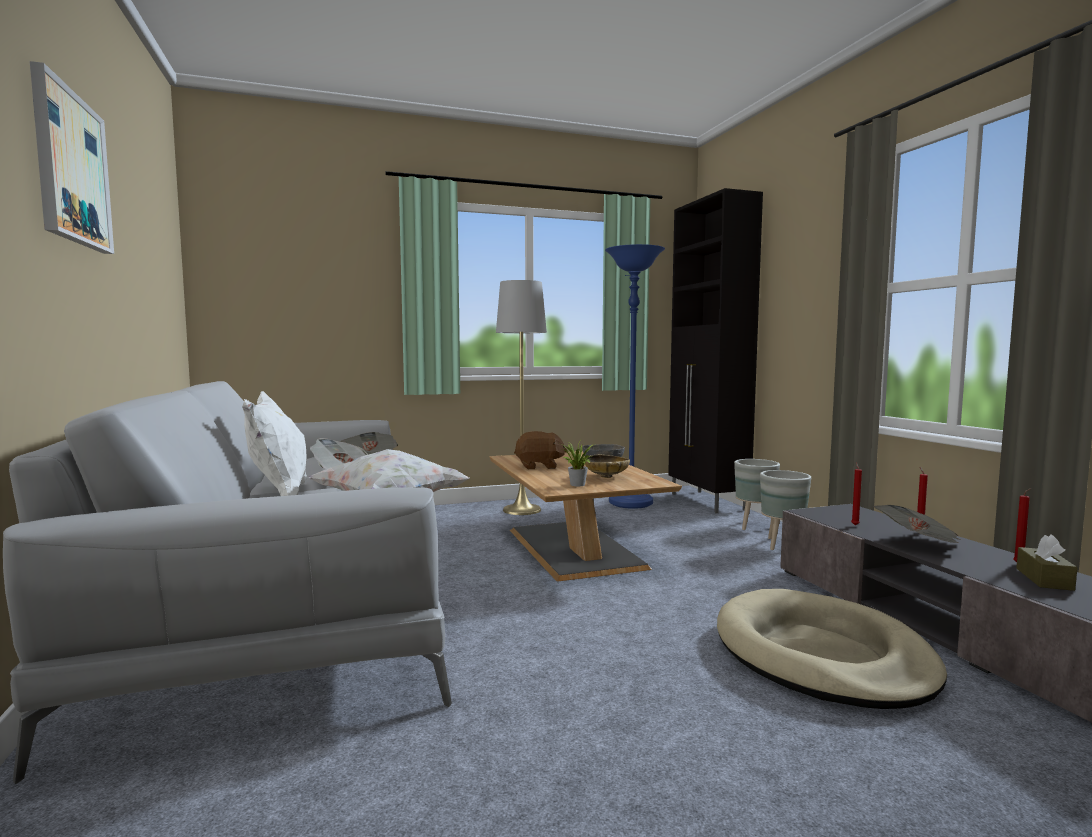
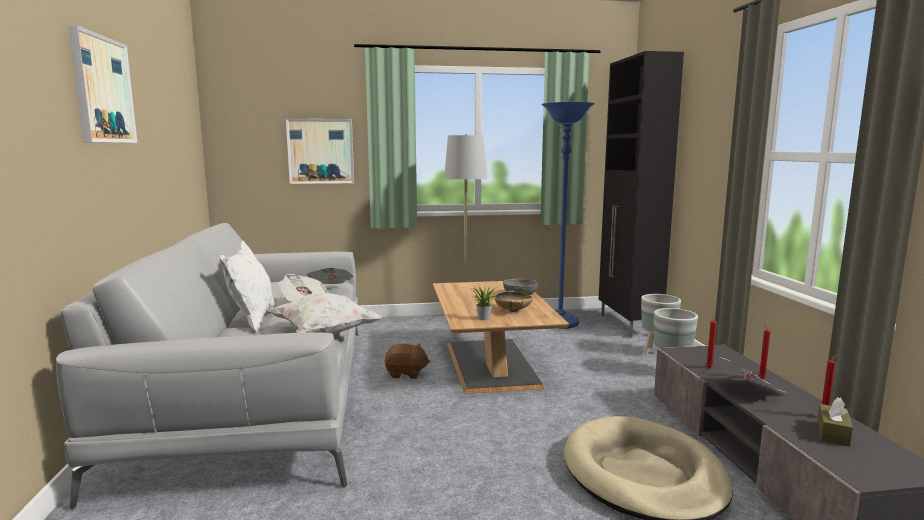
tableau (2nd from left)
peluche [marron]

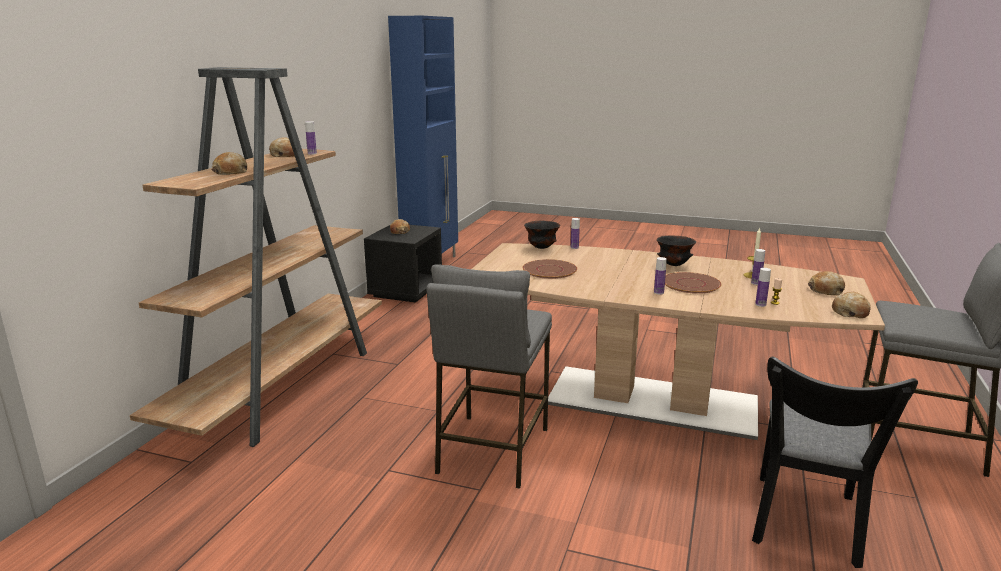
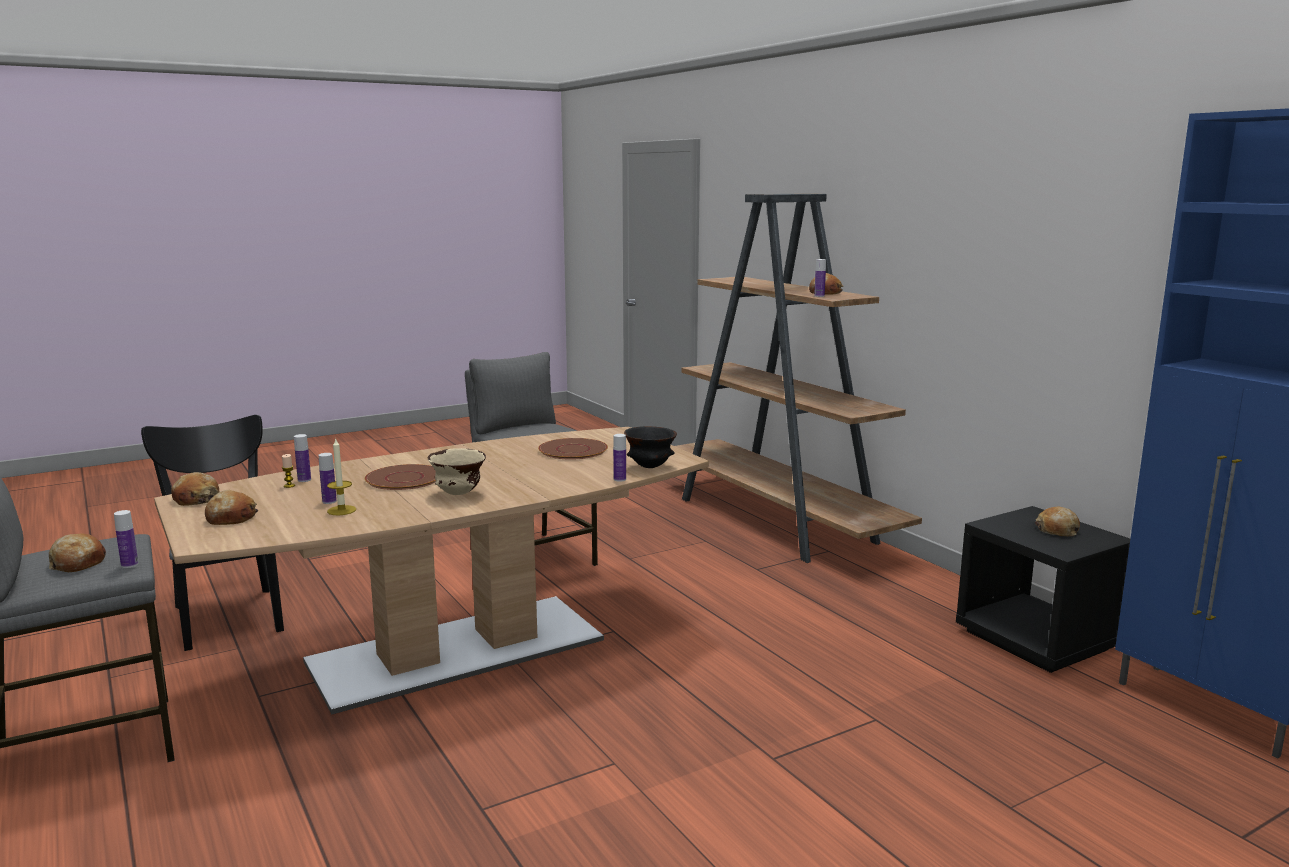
pain (1st from left)
bouteille (1st from left)
bol [beige]

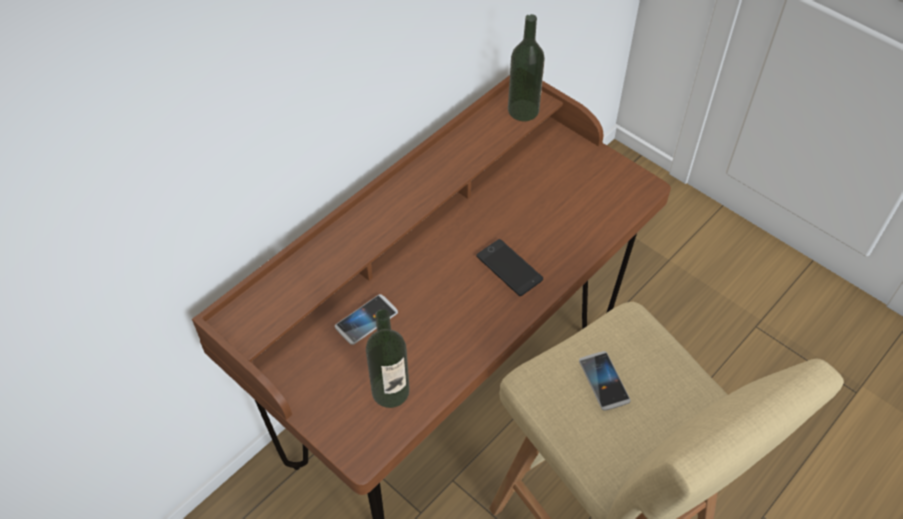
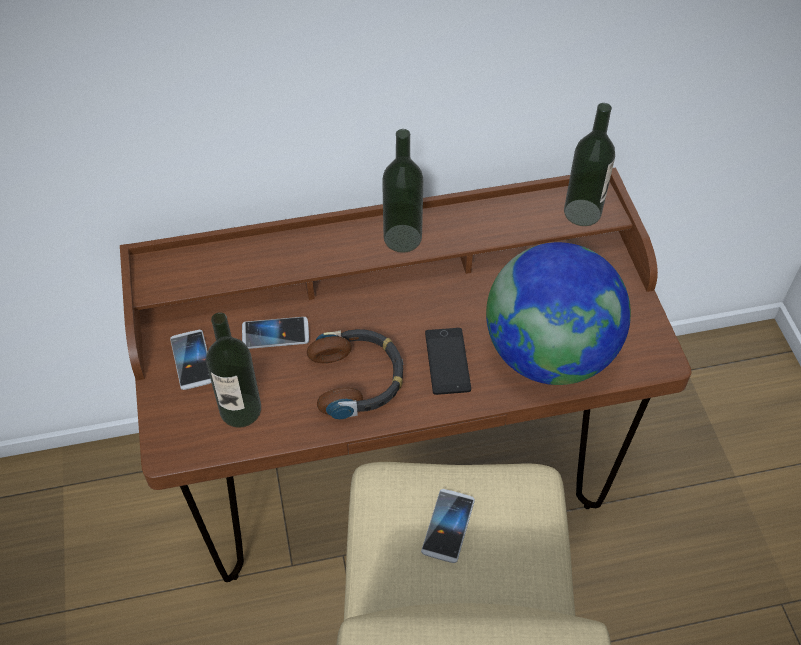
téléphone (1st from left)
casque audio
bouteille (2nd from left)
globe

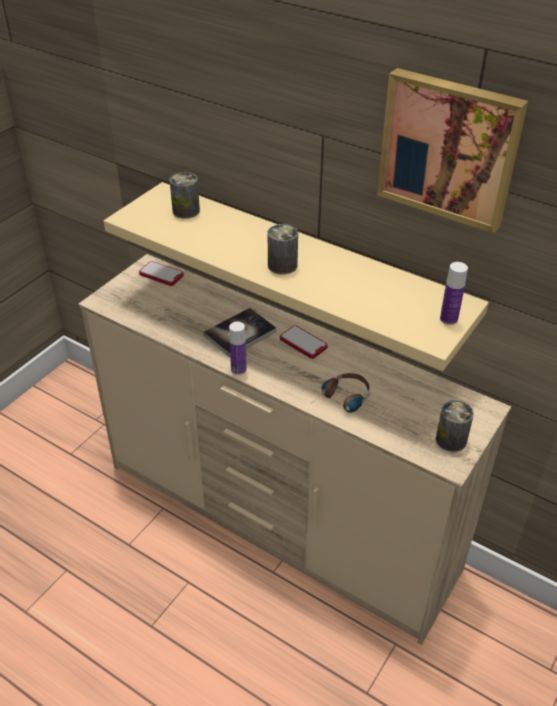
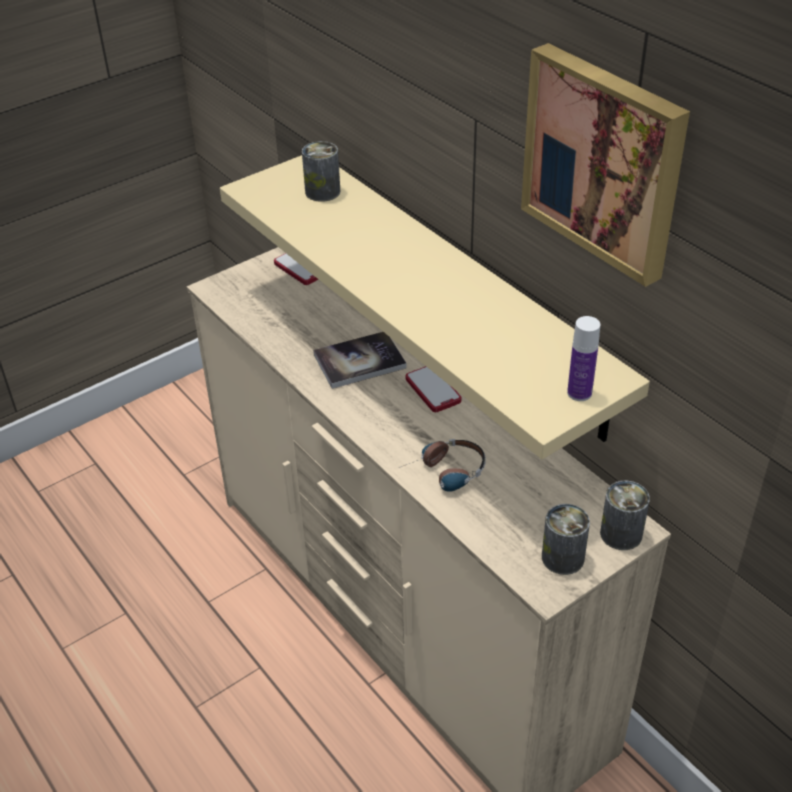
bouteille (1st from left in the first image)
boîte métallique (3rd from left)

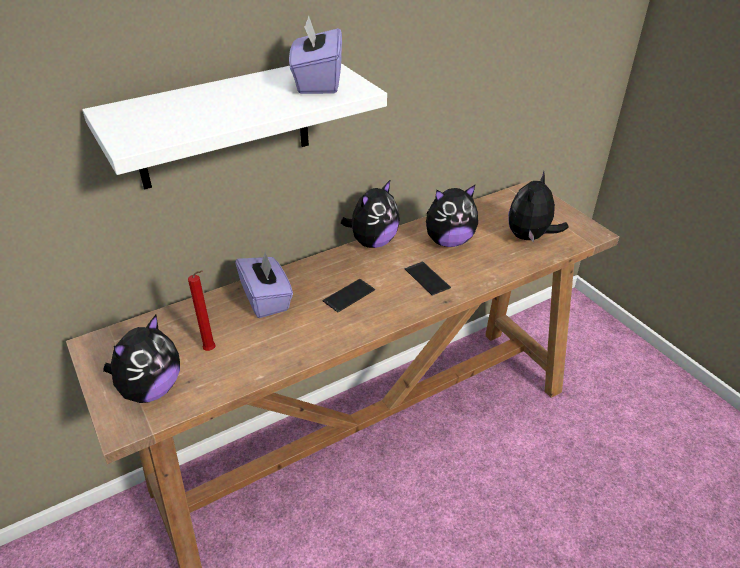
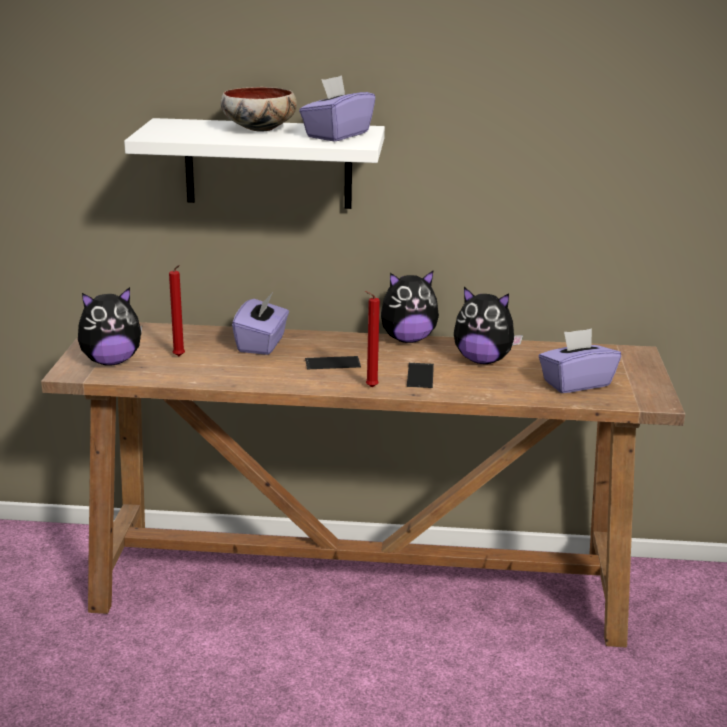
bol
bougie [rouge] (2nd from left)
boîte à mouchoirs [violet] (3rd from left)

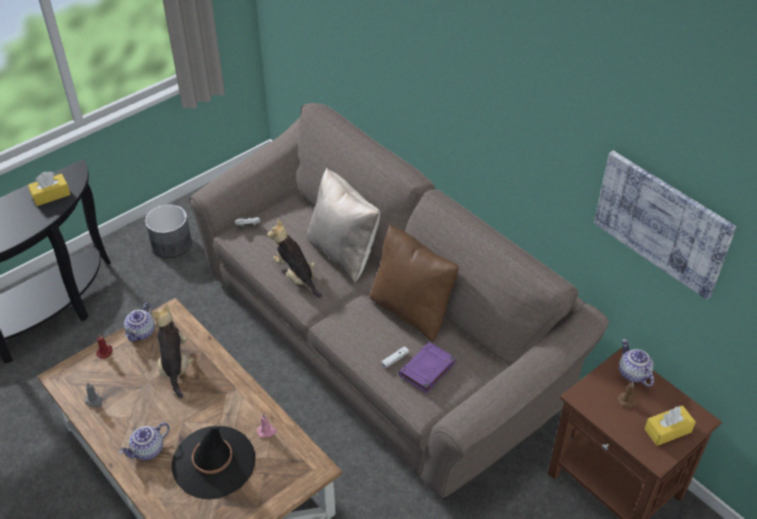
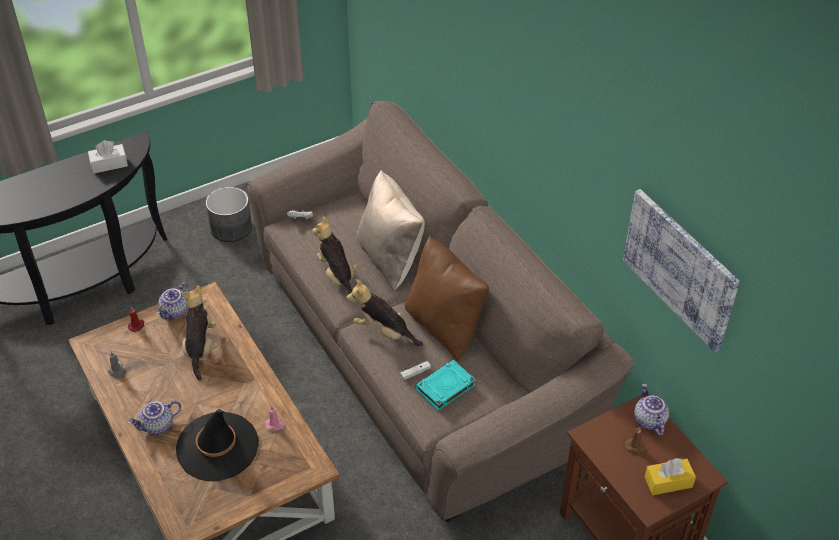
peluche (3rd from left)
boîte à mouchoirs [blanc]
livre [turquoise]

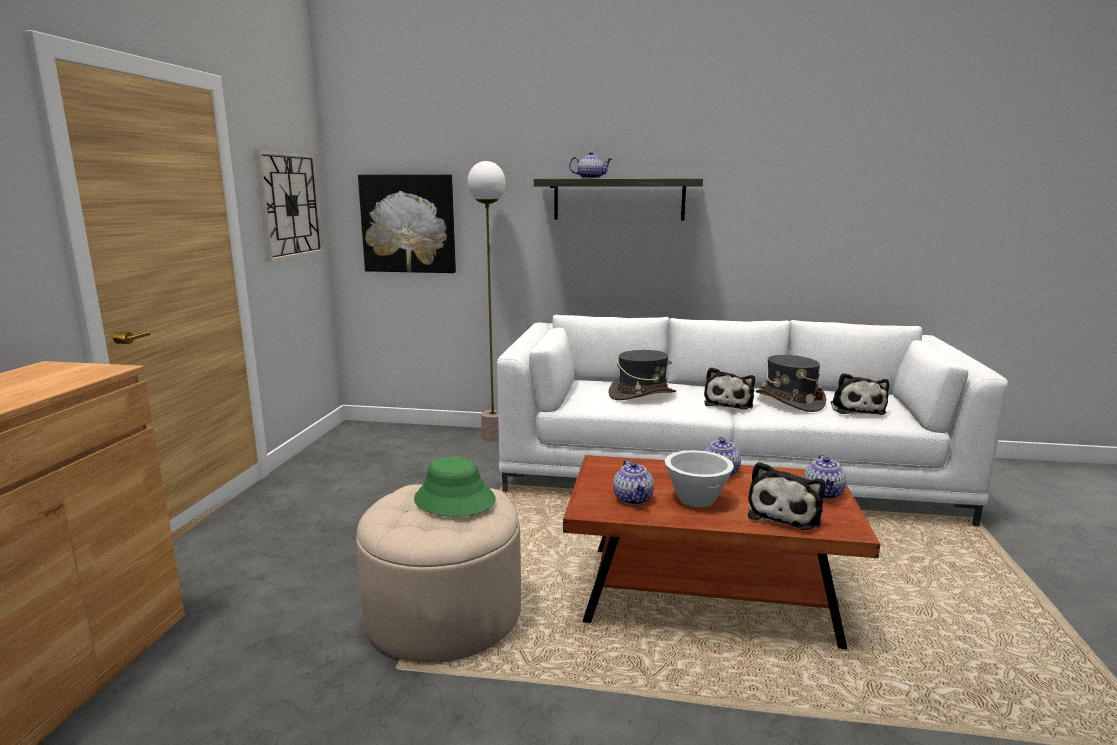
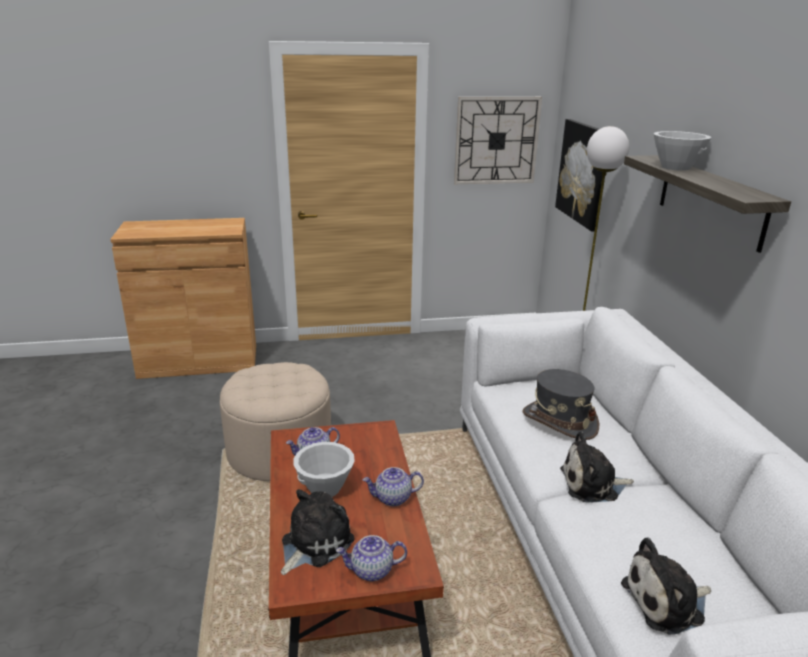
chapeau [vert]
chapeau [gris] (2nd from left in the first image)
bol [blanc] (2nd from left)
peluche (1st from left)

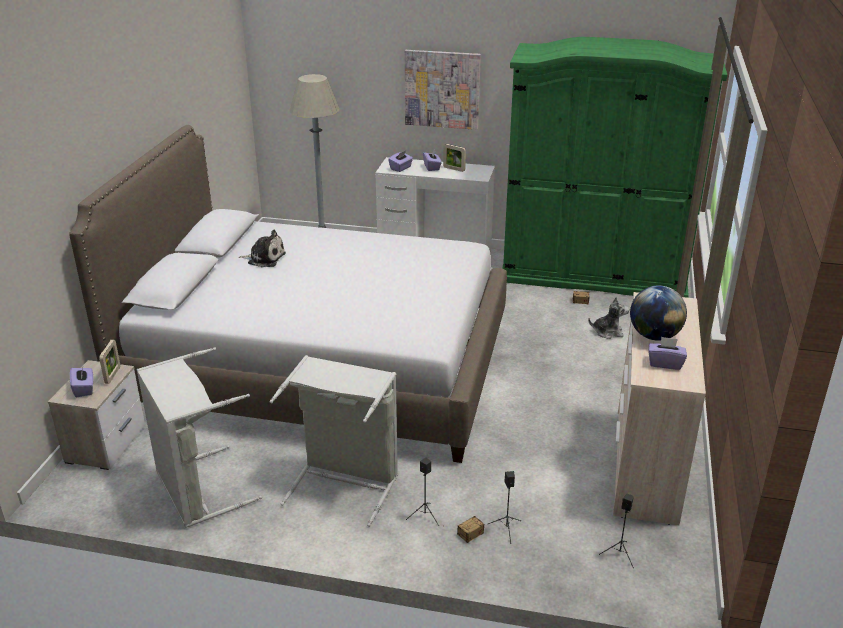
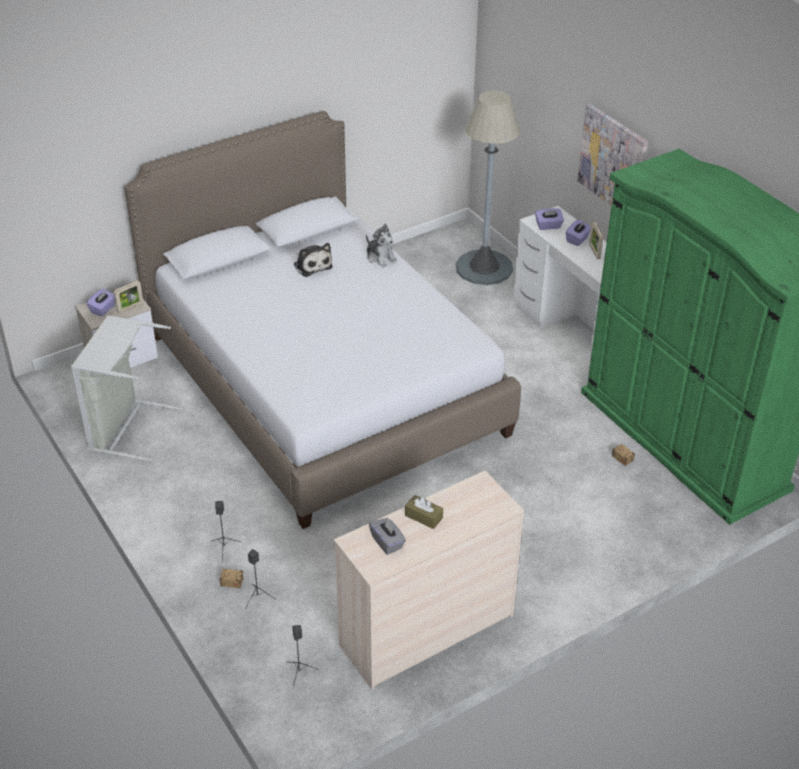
panier à linge [gris] (2nd from left in the first image)
peluche (2nd from left)
boîte à mouchoirs [marron]
boîte à mouchoirs [gris]

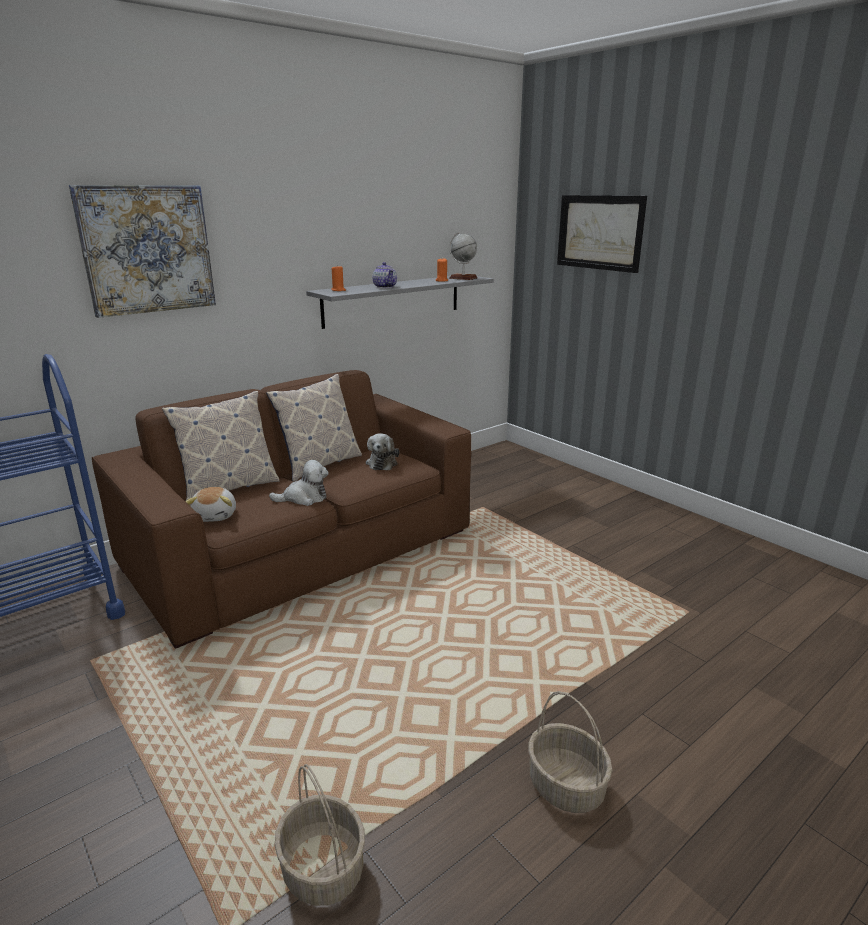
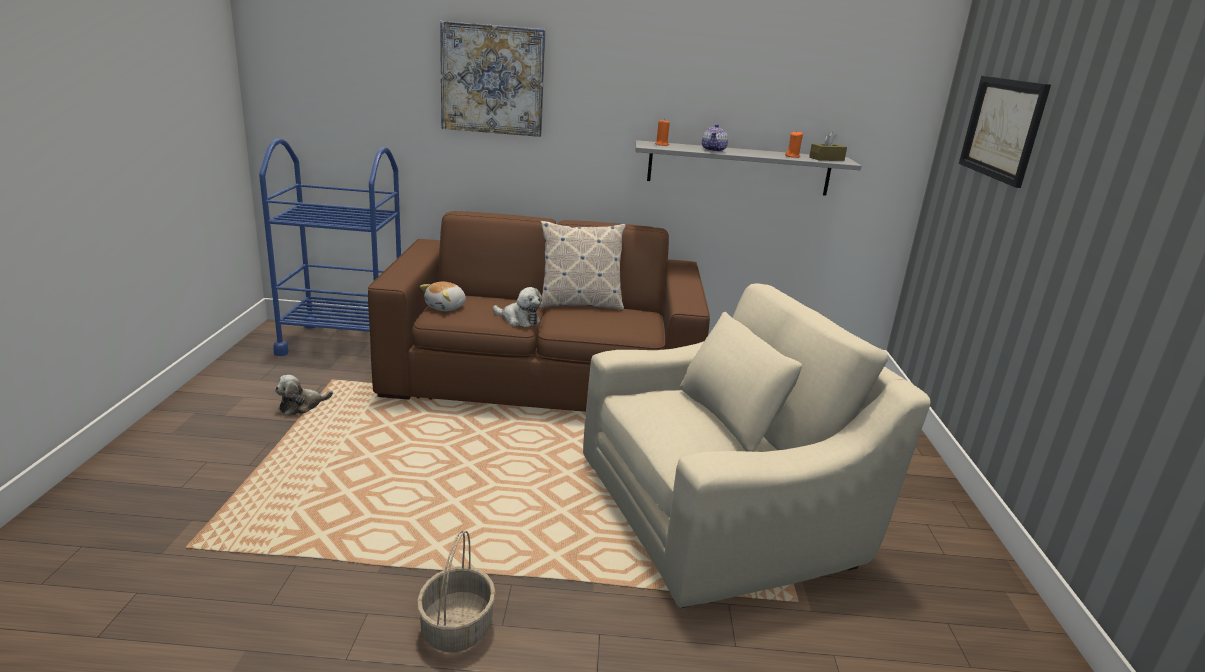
coussin (1st from left in the first image)
panier (1st from left in the first image)
fauteuil [beige]
peluche (1st from left)
boîte à mouchoirs [marron]

